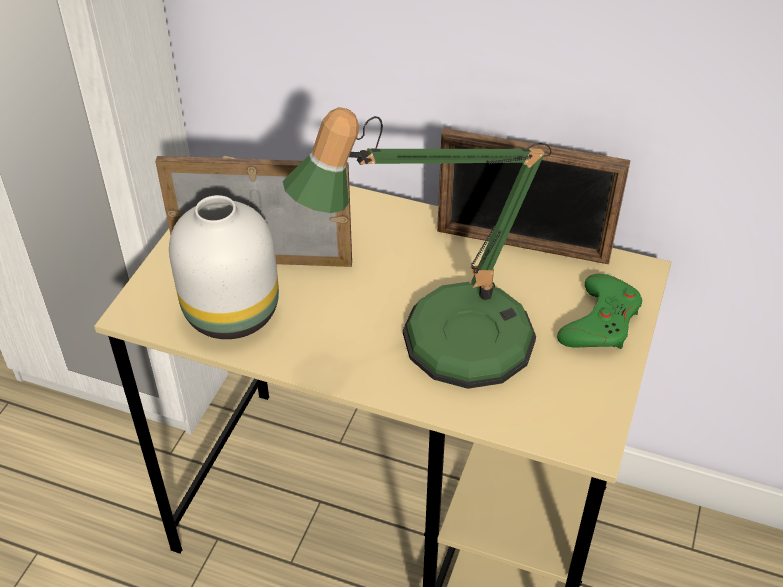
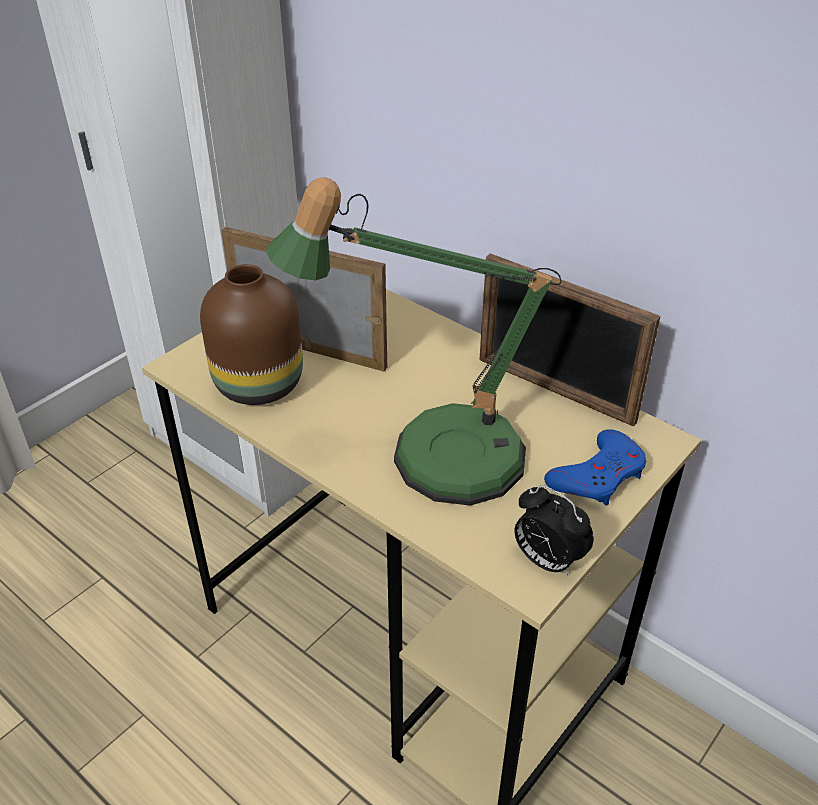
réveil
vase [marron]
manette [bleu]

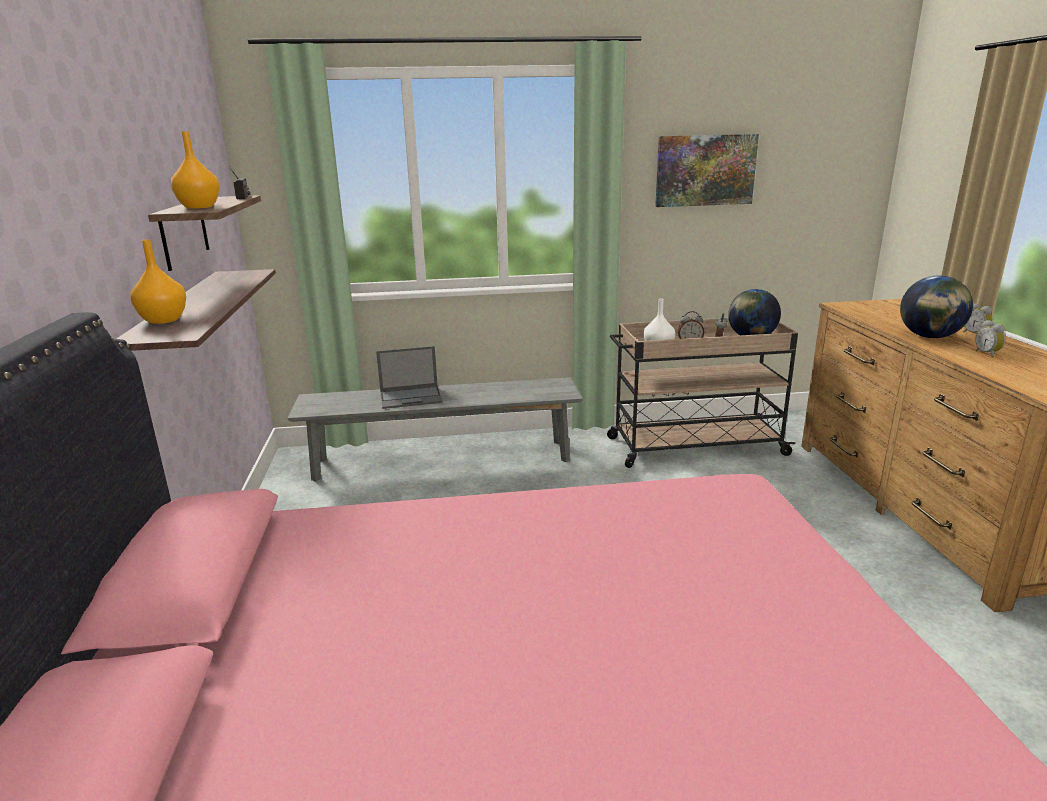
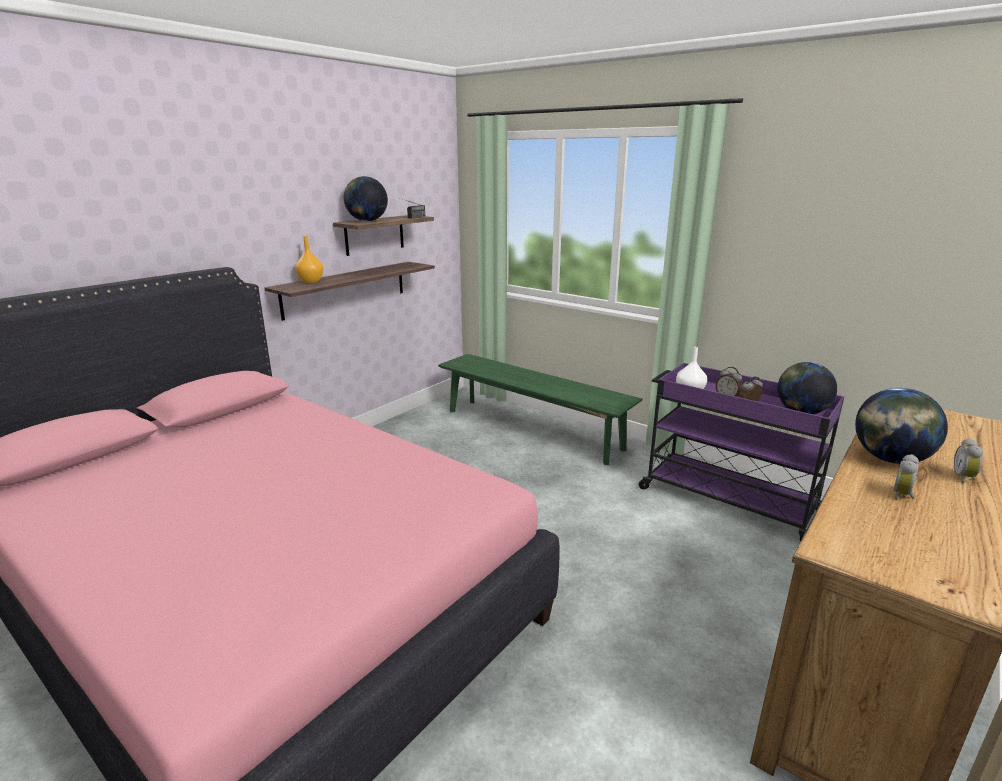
ordinateur portable
tableau
globe (1st from left)
banc [vert]
chariot [violet]

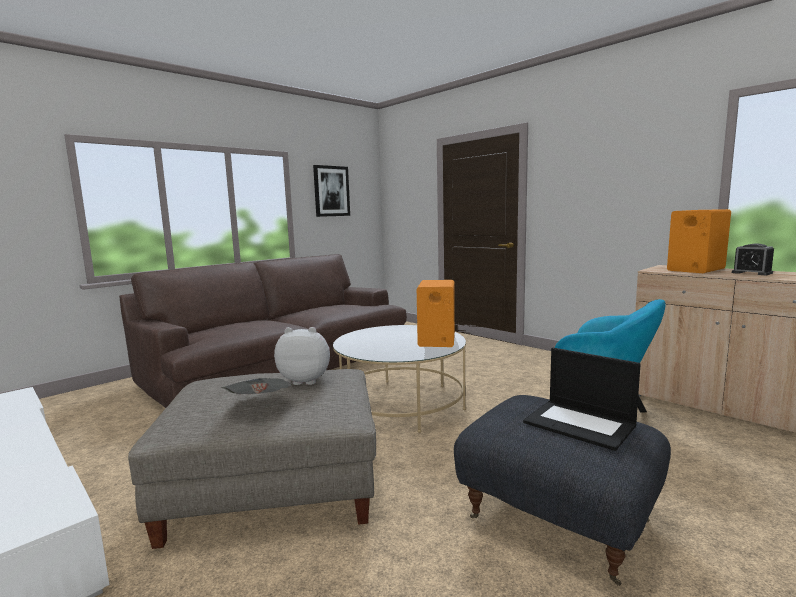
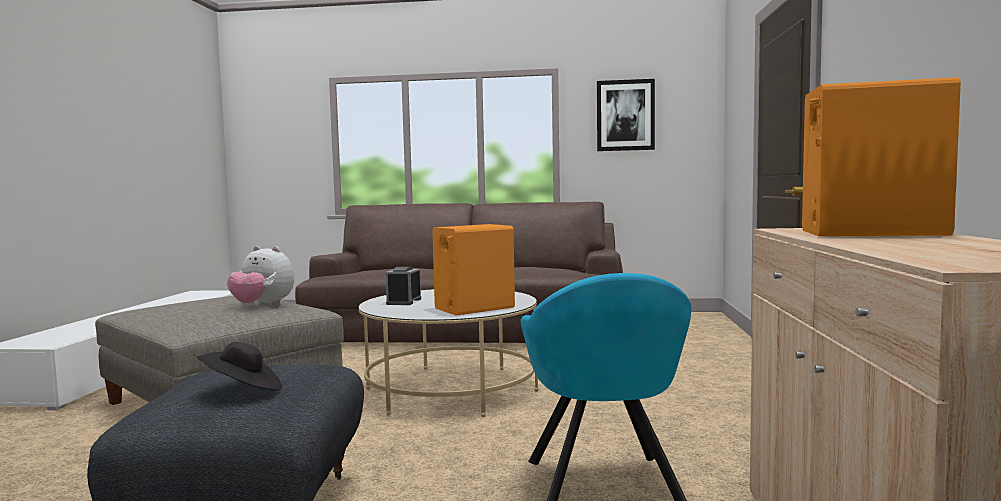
journal
réveil
chapeau [noir]
peluche

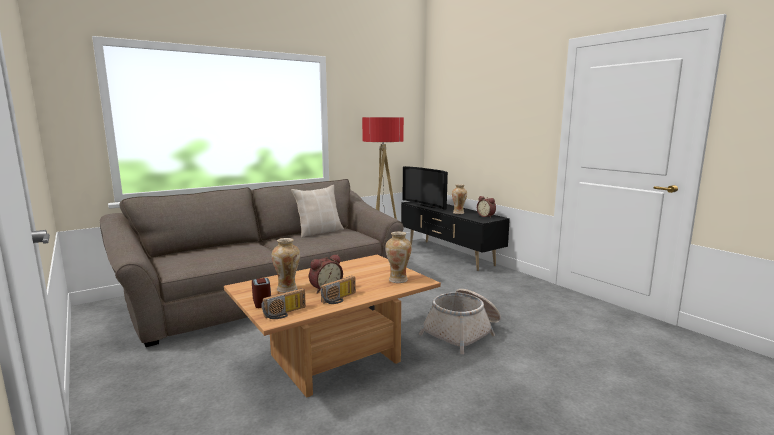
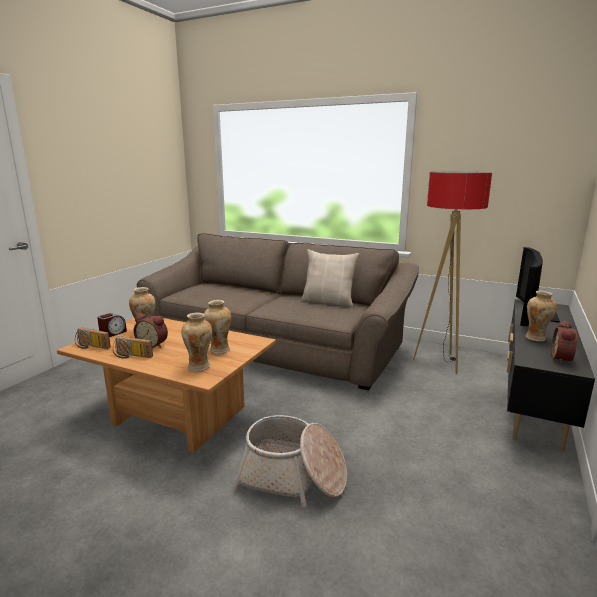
vase (3rd from left)

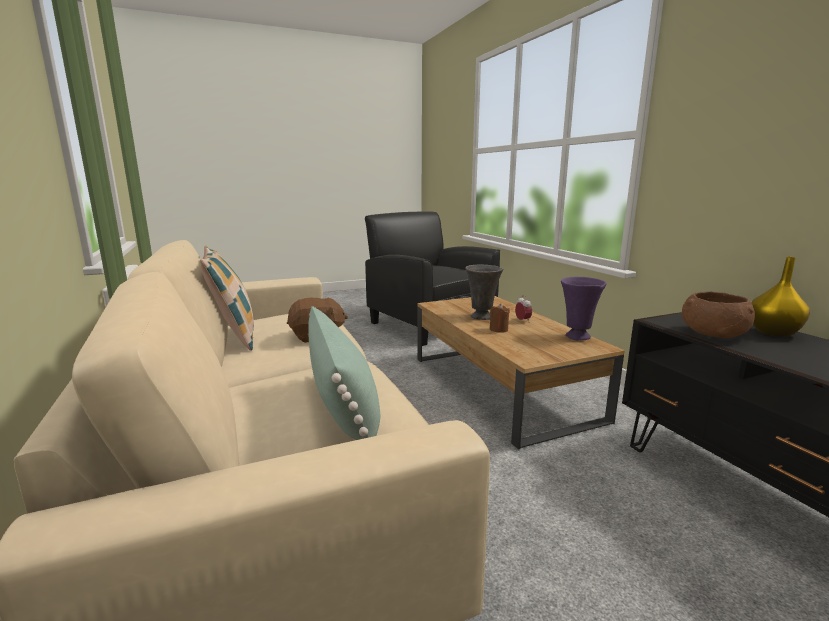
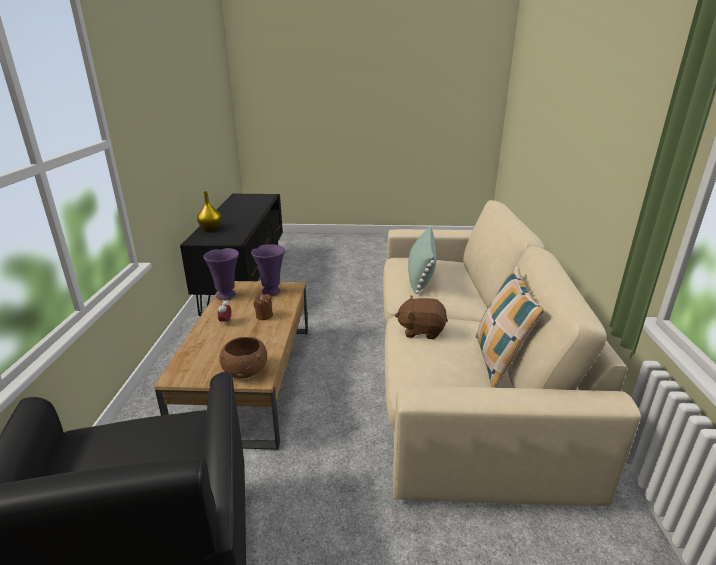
vase [gris]
vase [violet] (2nd from left)
bol [marron]

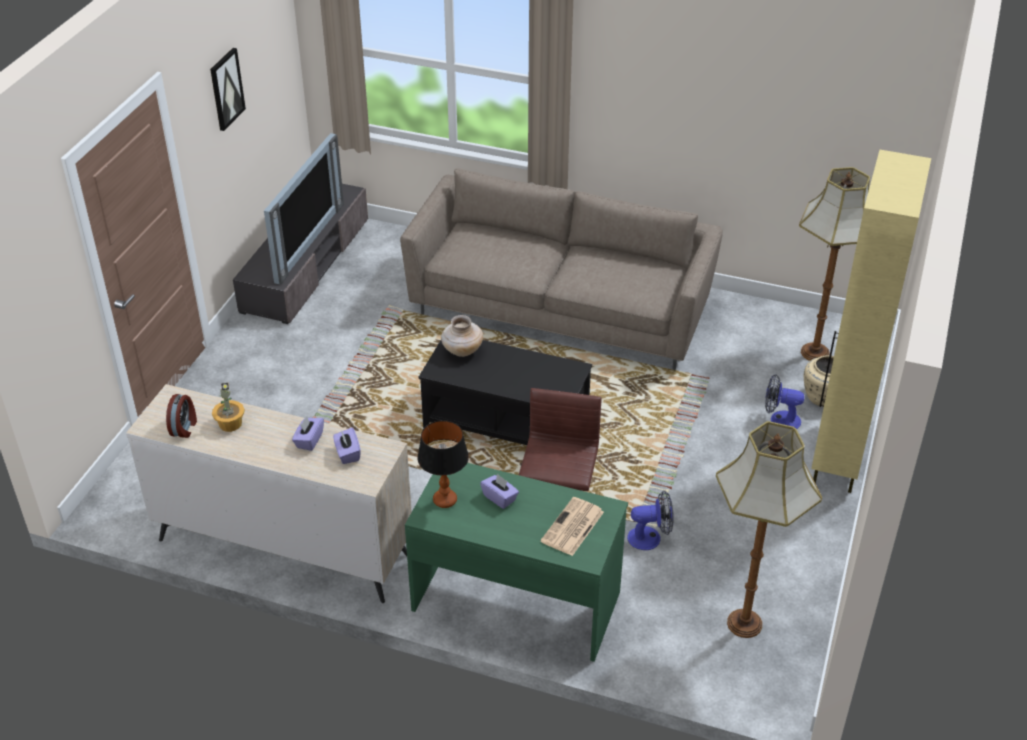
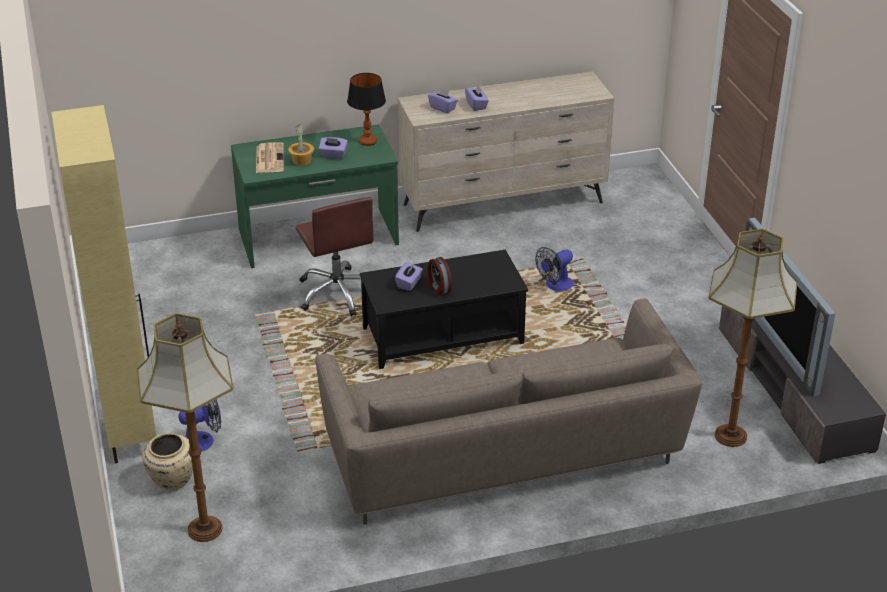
tableau
vase [beige] (1st from left in the first image)
boîte à mouchoirs [violet] (2nd from left)
réveil
plante en pot
ventilateur (2nd from left)
lampadaire (2nd from left)

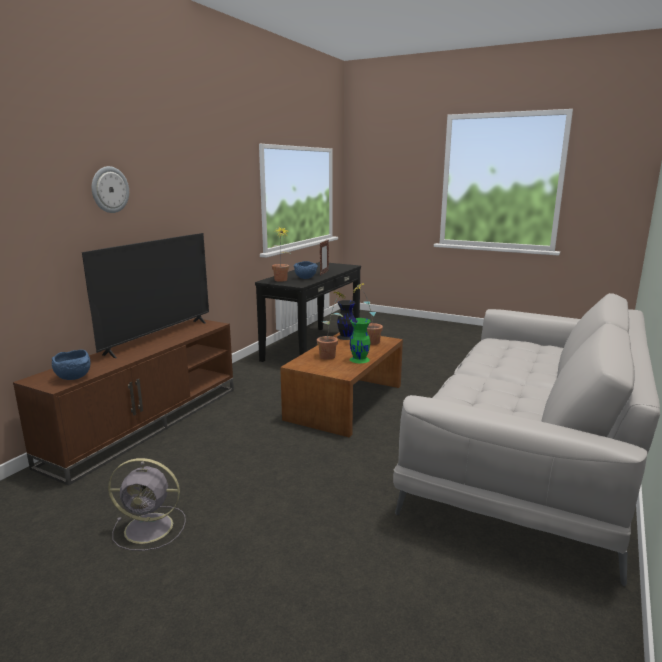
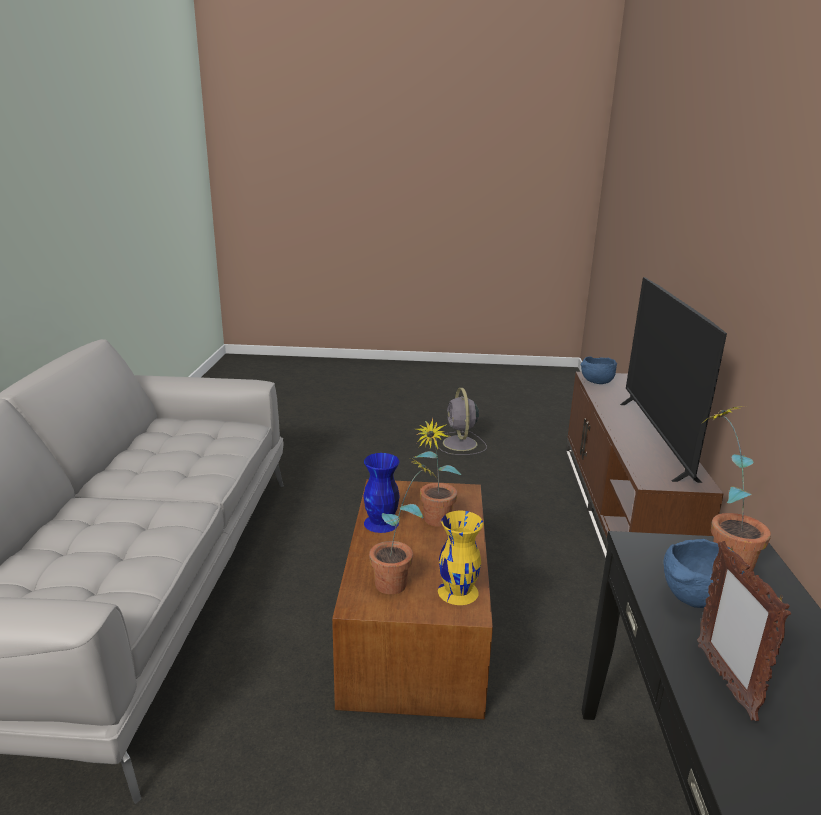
horloge murale
vase [jaune]
vase [bleu]
ventilateur [gris]

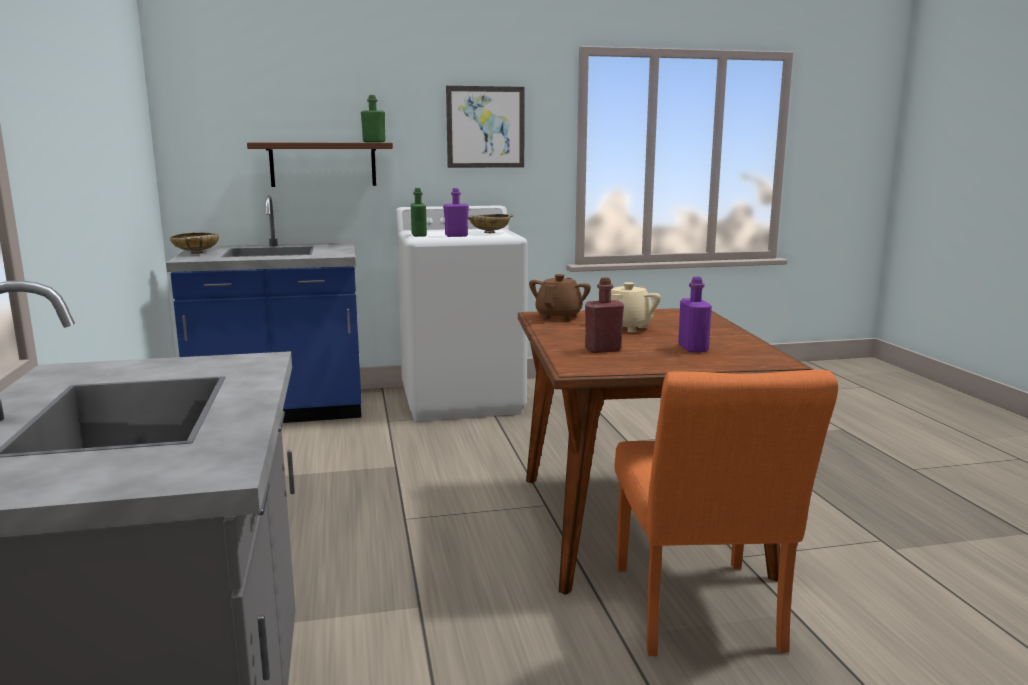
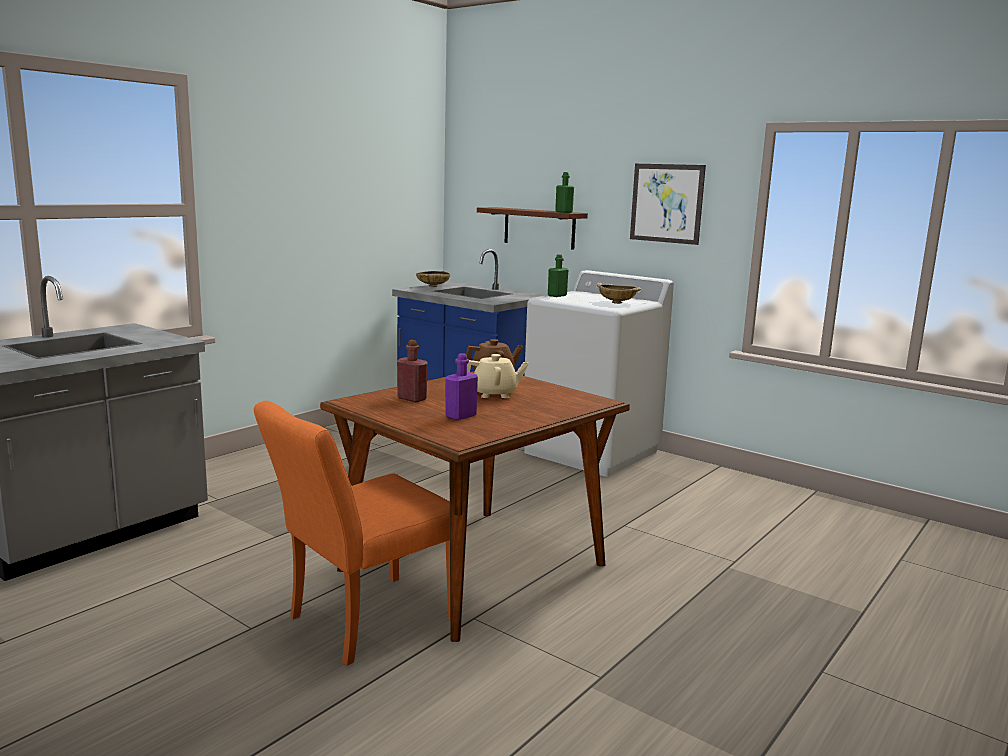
bouteille [violet] (1st from left in the first image)

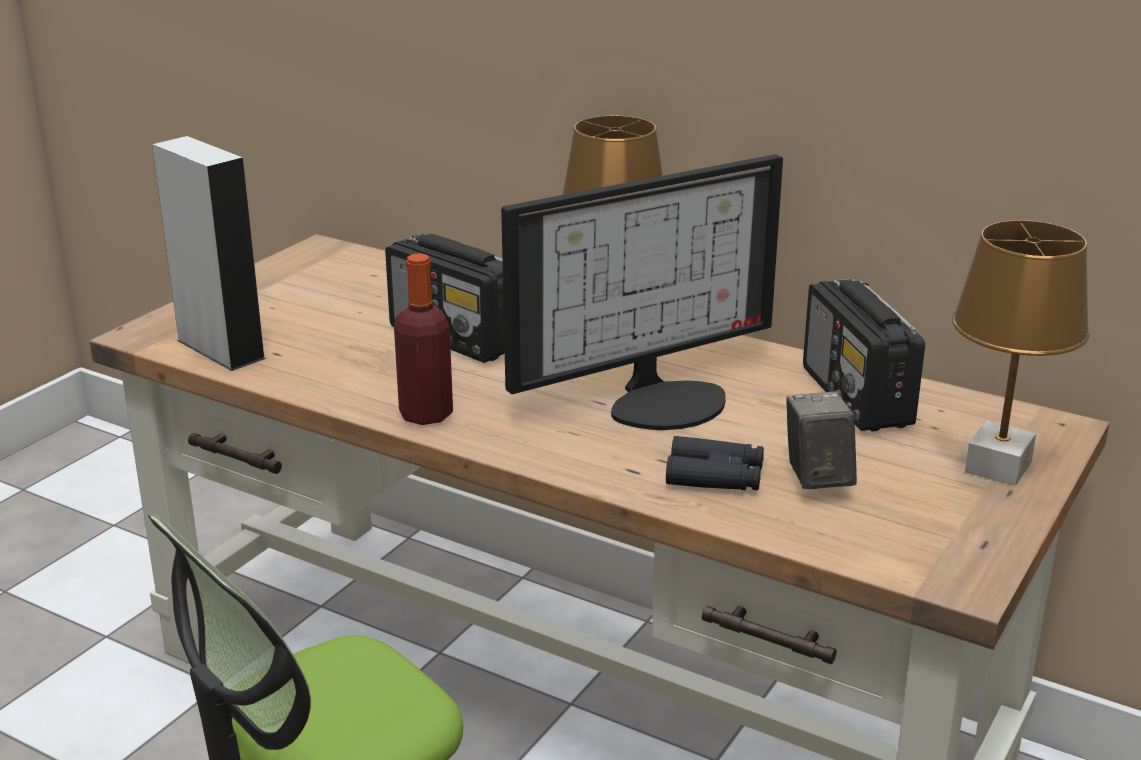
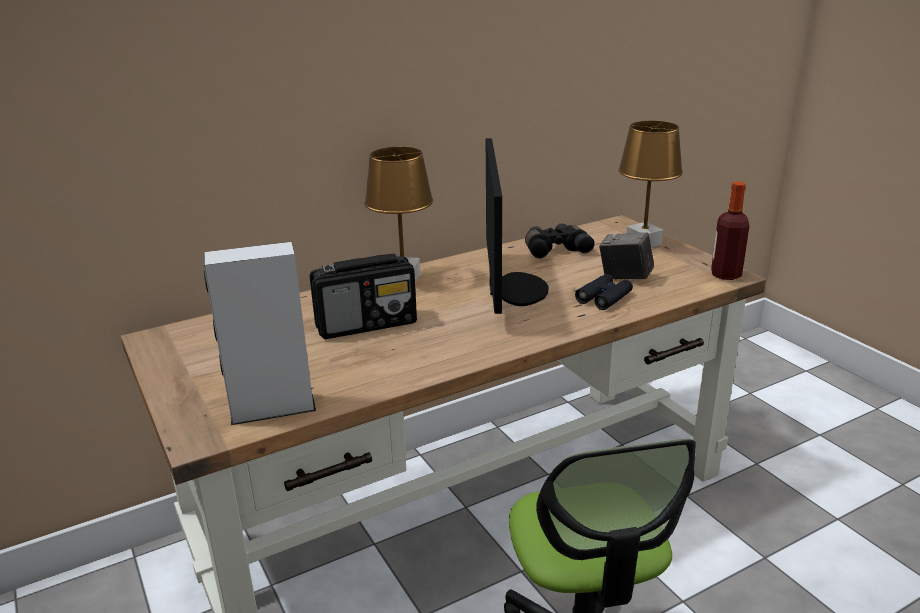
bouteille
jumelles [noir] (1st from left)

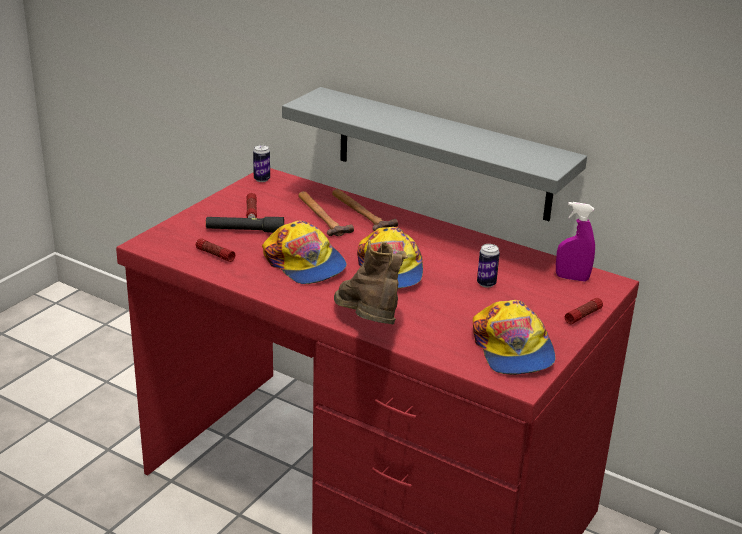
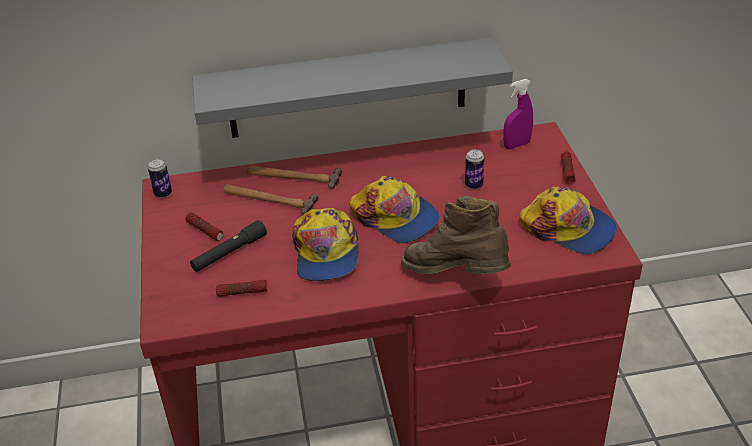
casquette (1st from left)

